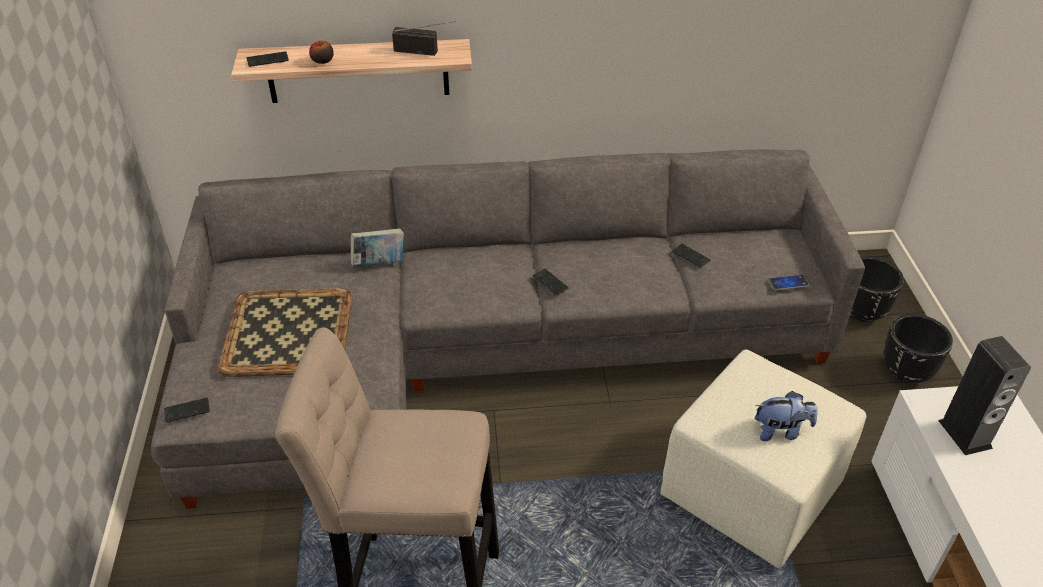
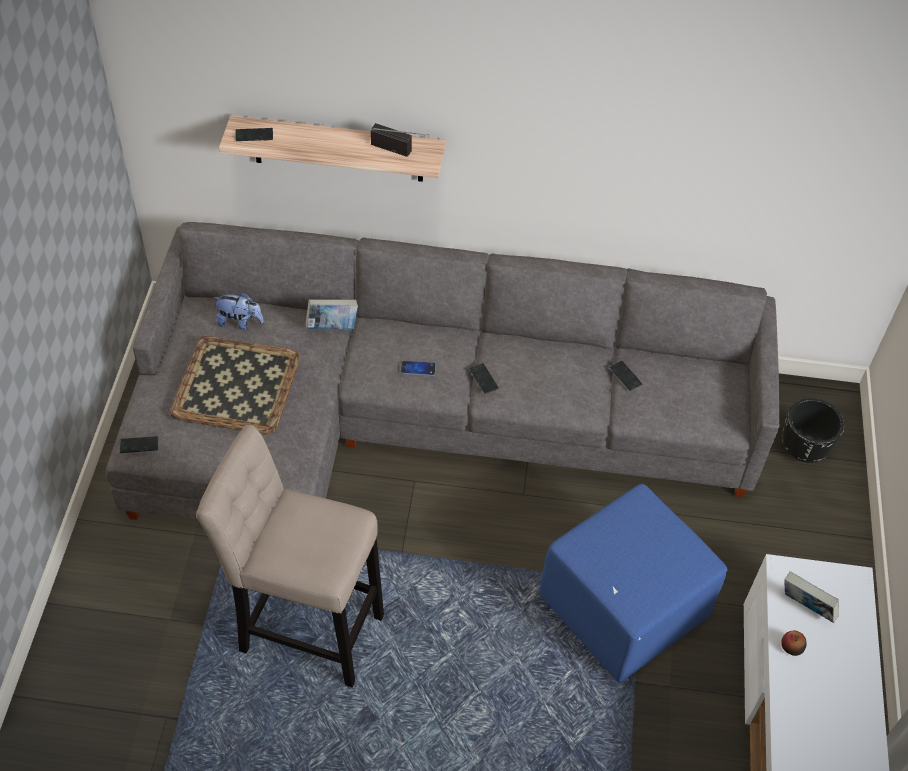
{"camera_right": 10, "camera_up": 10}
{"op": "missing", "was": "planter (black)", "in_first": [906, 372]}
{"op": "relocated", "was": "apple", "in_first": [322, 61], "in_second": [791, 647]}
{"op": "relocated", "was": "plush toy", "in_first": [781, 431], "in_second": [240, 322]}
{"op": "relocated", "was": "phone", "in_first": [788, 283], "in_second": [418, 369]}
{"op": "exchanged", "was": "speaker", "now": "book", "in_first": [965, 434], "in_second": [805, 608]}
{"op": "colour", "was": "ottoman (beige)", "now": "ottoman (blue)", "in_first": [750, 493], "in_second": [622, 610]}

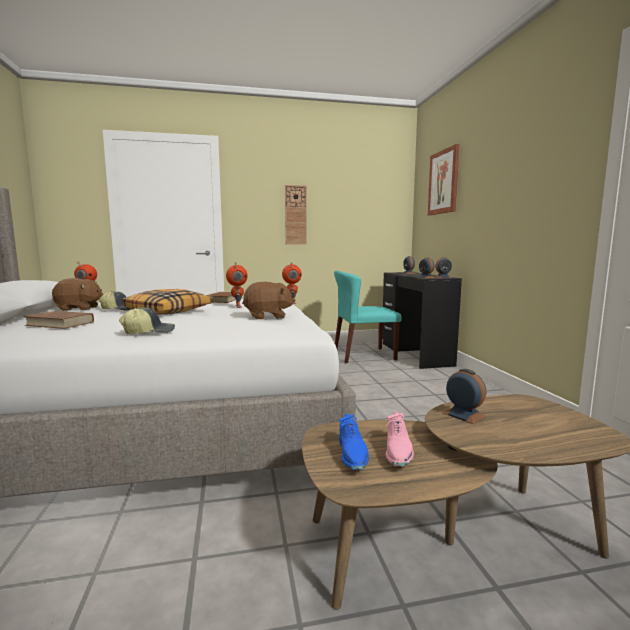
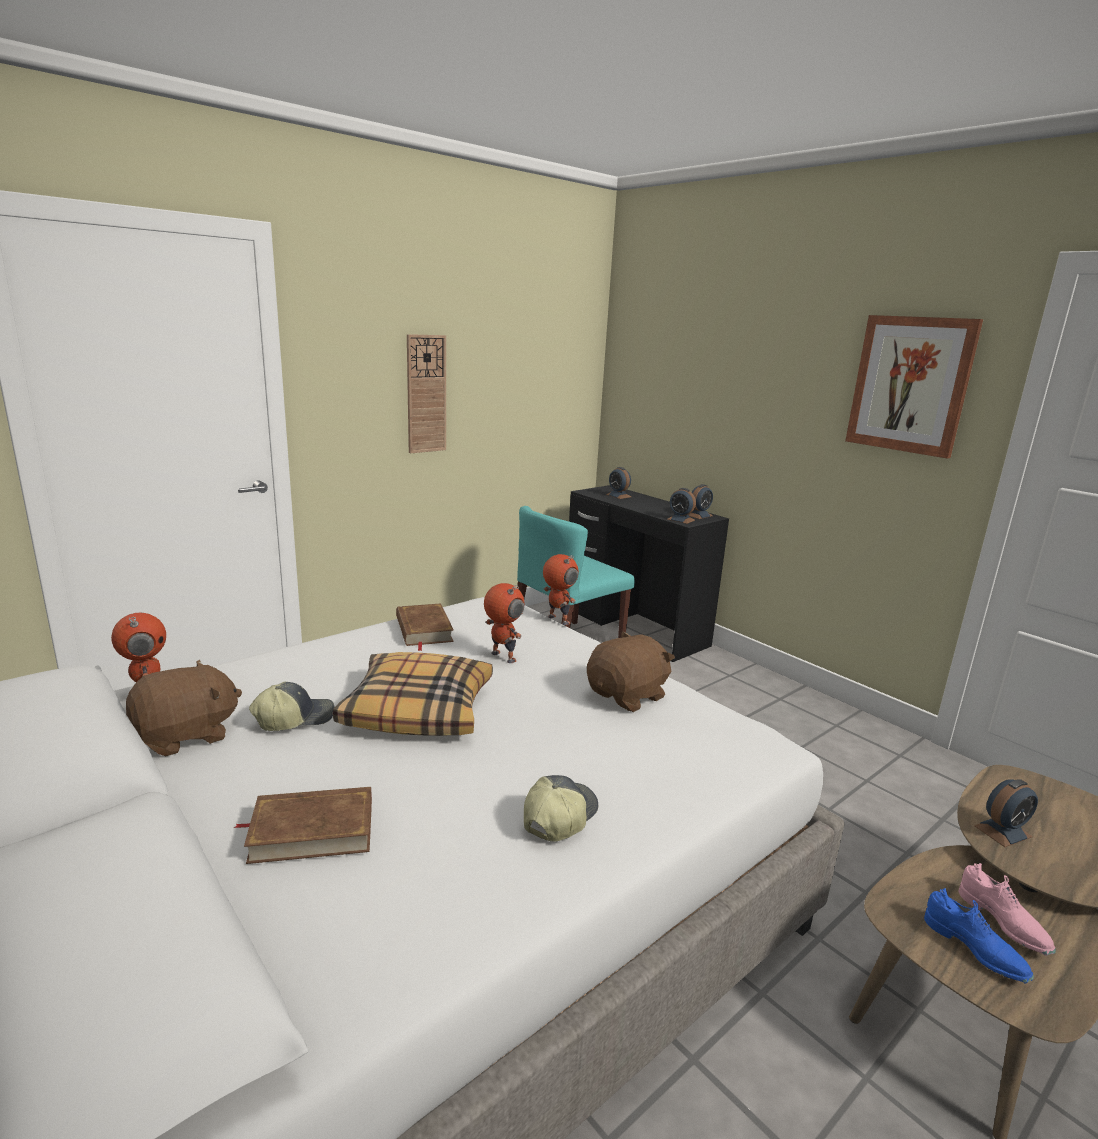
{"camera_right": -30, "camera_up": 10}
{"op": "relocated", "was": "picture", "in_first": [444, 182], "in_second": [910, 385]}
{"op": "spun", "was": "alarm clock", "in_first": [464, 415], "in_second": [1003, 831], "clockwise": 135}

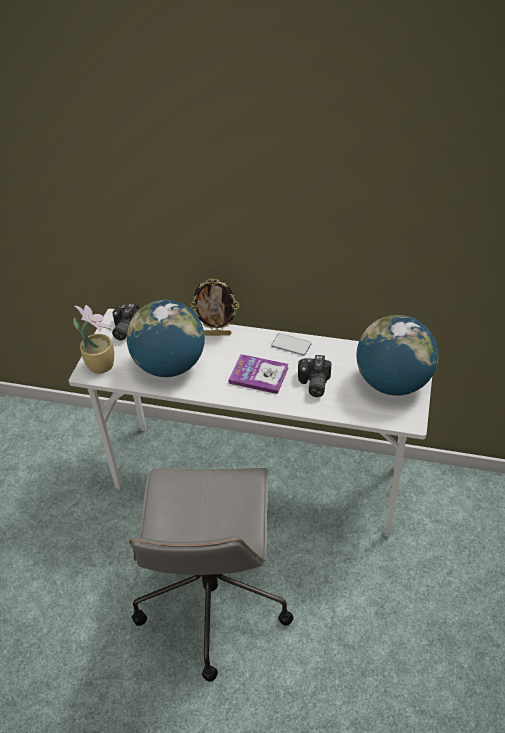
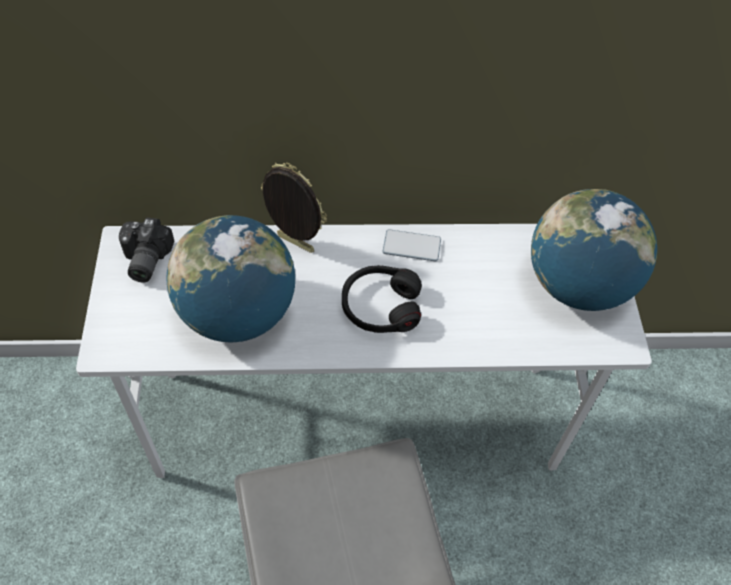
{"camera_right": -20, "camera_up": 10}
{"op": "missing", "was": "potted plant", "in_first": [101, 364]}
{"op": "missing", "was": "photo camera", "in_first": [313, 384]}
{"op": "exchanged", "was": "book", "now": "headphones (black)", "in_first": [258, 375], "in_second": [380, 306]}
{"op": "spun", "was": "picture frame", "in_first": [217, 334], "in_second": [294, 245], "clockwise": -135}

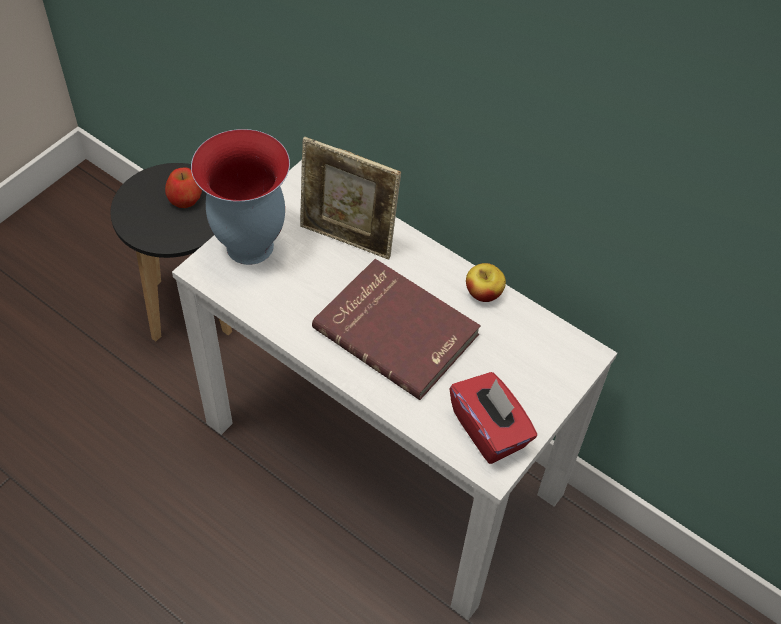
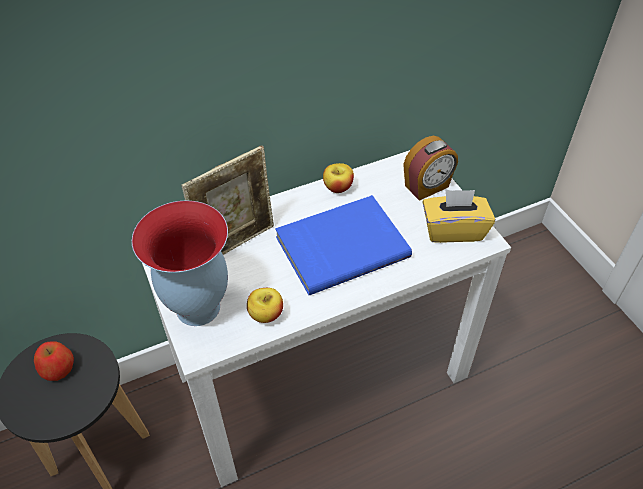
{"camera_right": -60, "camera_up": -5}
{"op": "appeared", "now": "apple", "in_second": [266, 314]}
{"op": "appeared", "now": "alarm clock", "in_second": [427, 187]}
{"op": "colour", "was": "book (red)", "now": "book (blue)", "in_first": [397, 330], "in_second": [341, 246]}
{"op": "colour", "was": "tissue box (red)", "now": "tissue box (yellow)", "in_first": [489, 430], "in_second": [453, 230]}

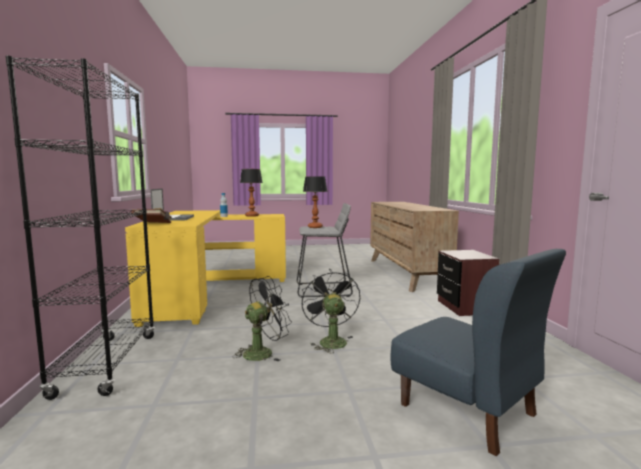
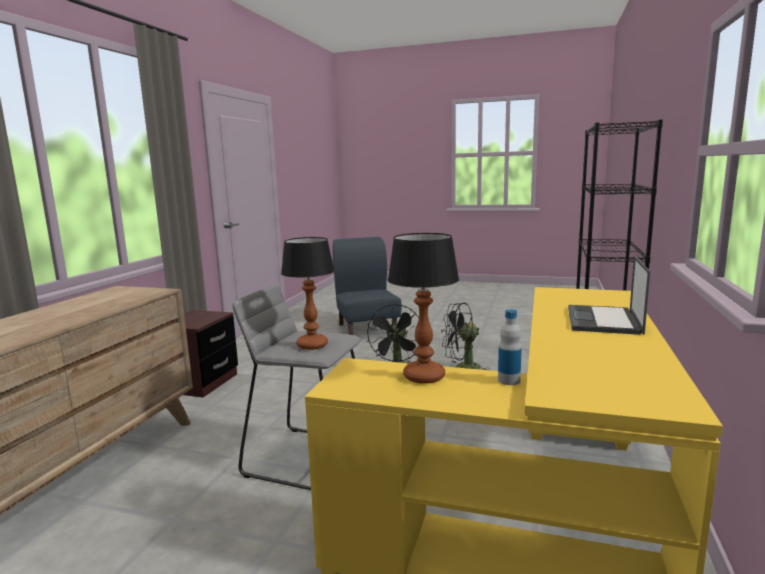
{"camera_right": -155, "camera_up": 5}
{"op": "missing", "was": "book (brown)", "in_first": [154, 225]}

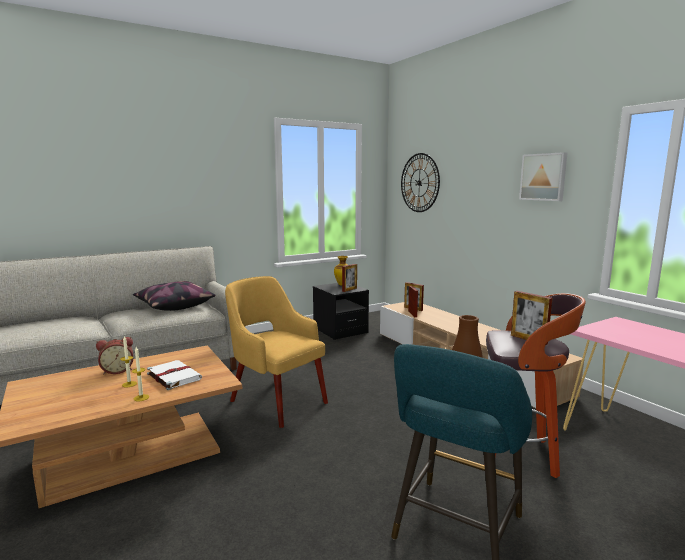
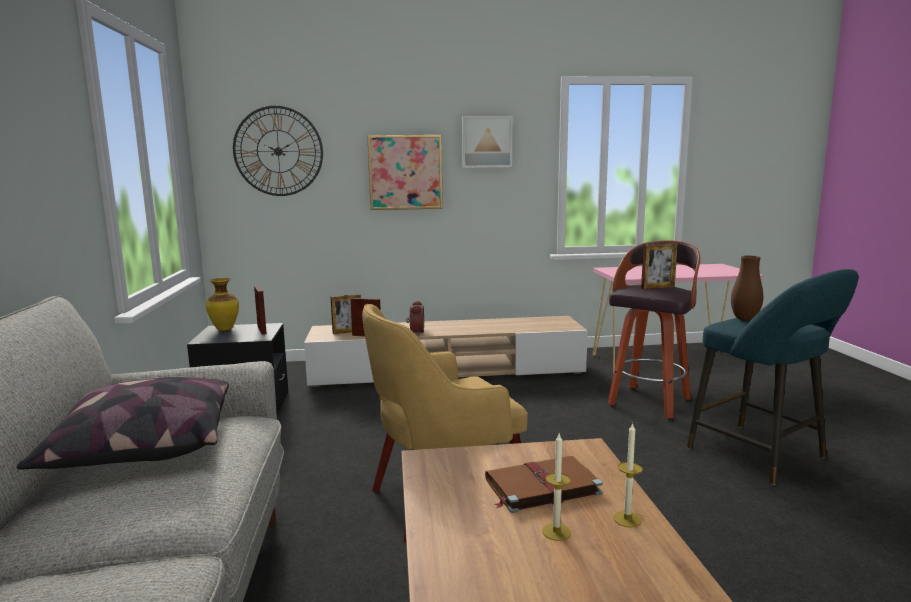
{"camera_right": -65, "camera_up": 0}
{"op": "appeared", "now": "picture", "in_second": [405, 172]}
{"op": "relocated", "was": "alarm clock", "in_first": [117, 370], "in_second": [415, 332]}
{"op": "colour", "was": "book (white)", "now": "book (brown)", "in_first": [173, 376], "in_second": [540, 487]}

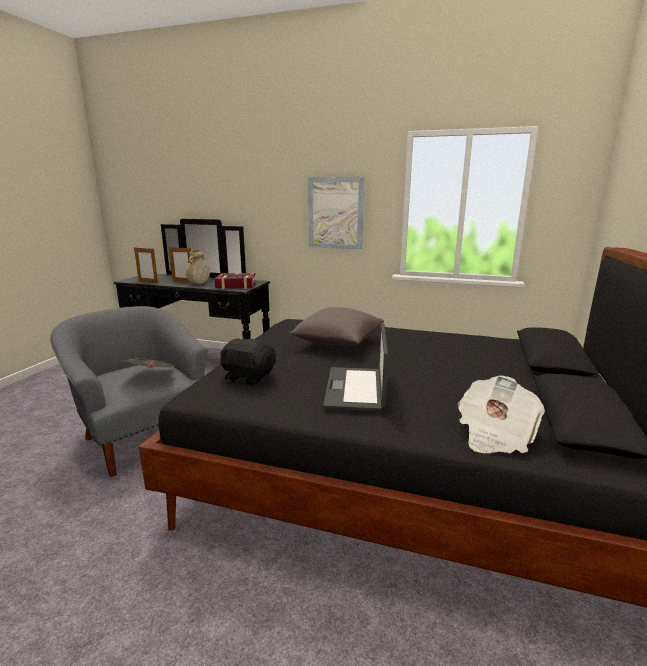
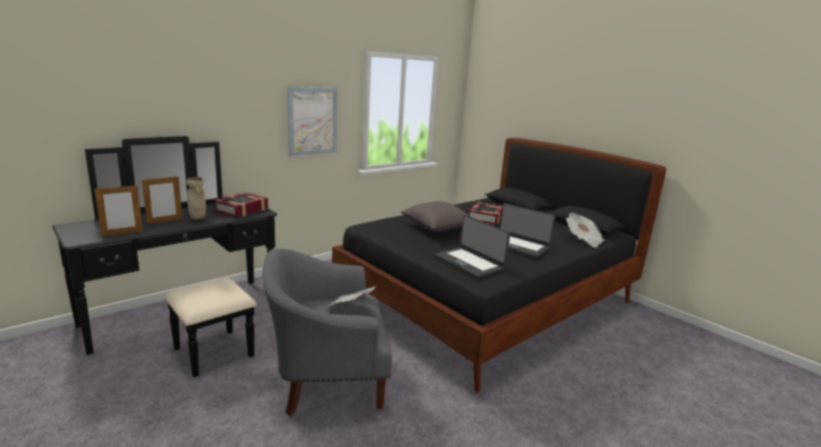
{"camera_right": -60, "camera_up": 0}
{"op": "appeared", "now": "book", "in_second": [486, 217]}
{"op": "exchanged", "was": "plush toy (black)", "now": "laptop", "in_first": [248, 376], "in_second": [469, 262]}

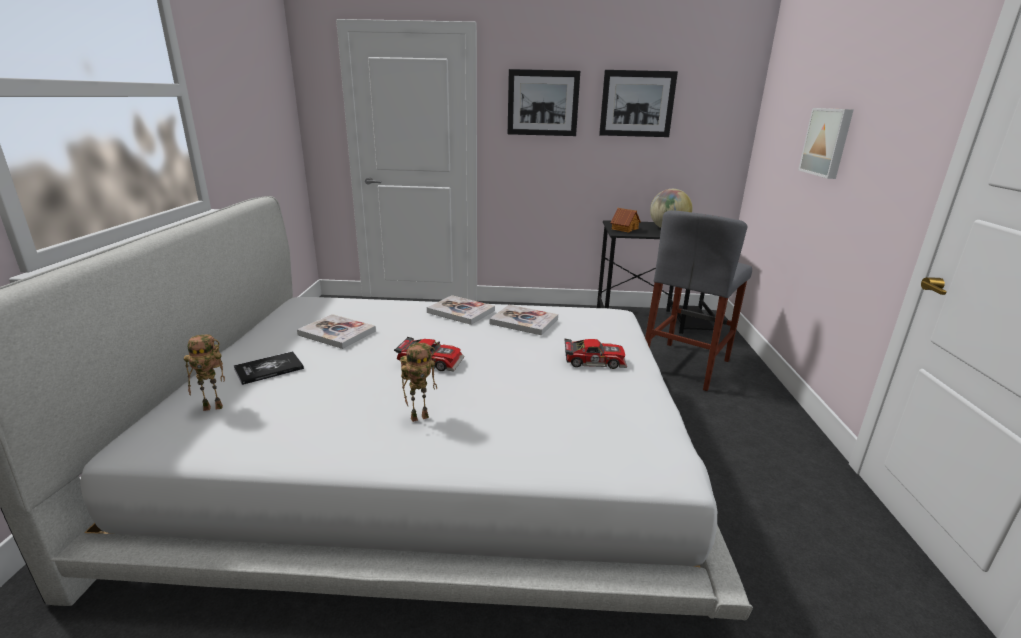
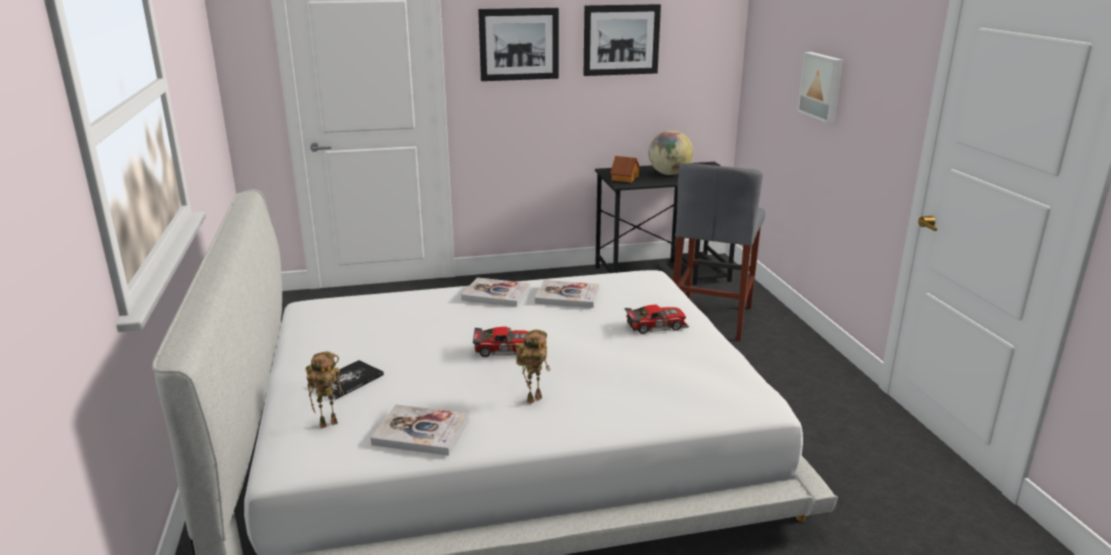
{"camera_right": -15, "camera_up": 0}
{"op": "relocated", "was": "book", "in_first": [337, 333], "in_second": [421, 432]}

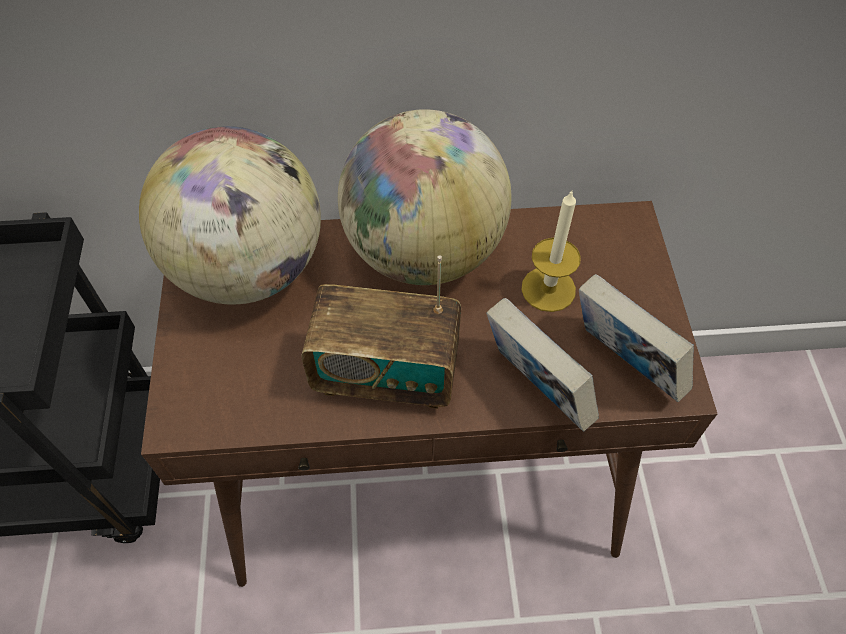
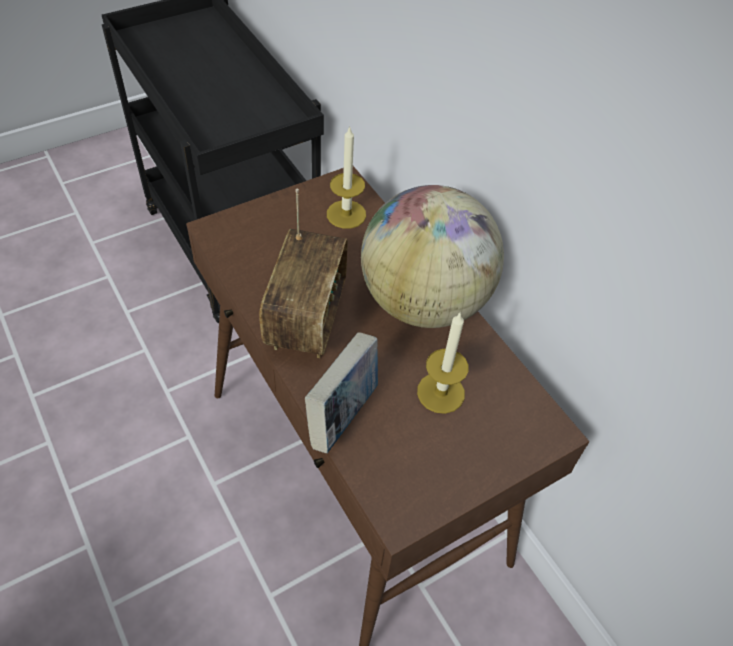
{"camera_right": 60, "camera_up": -5}
{"op": "missing", "was": "book", "in_first": [623, 363]}
{"op": "exchanged", "was": "globe", "now": "candle", "in_first": [249, 268], "in_second": [346, 214]}
{"op": "spun", "was": "radio", "in_first": [386, 373], "in_second": [306, 318], "clockwise": -150}

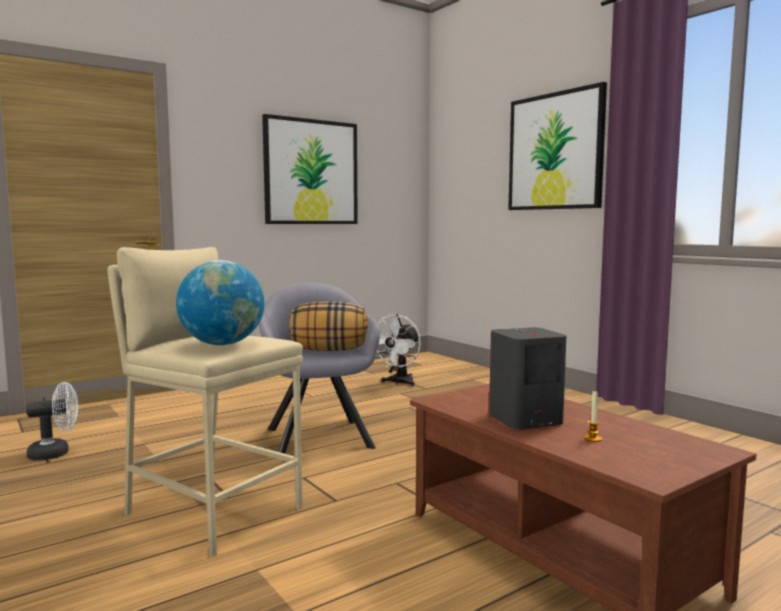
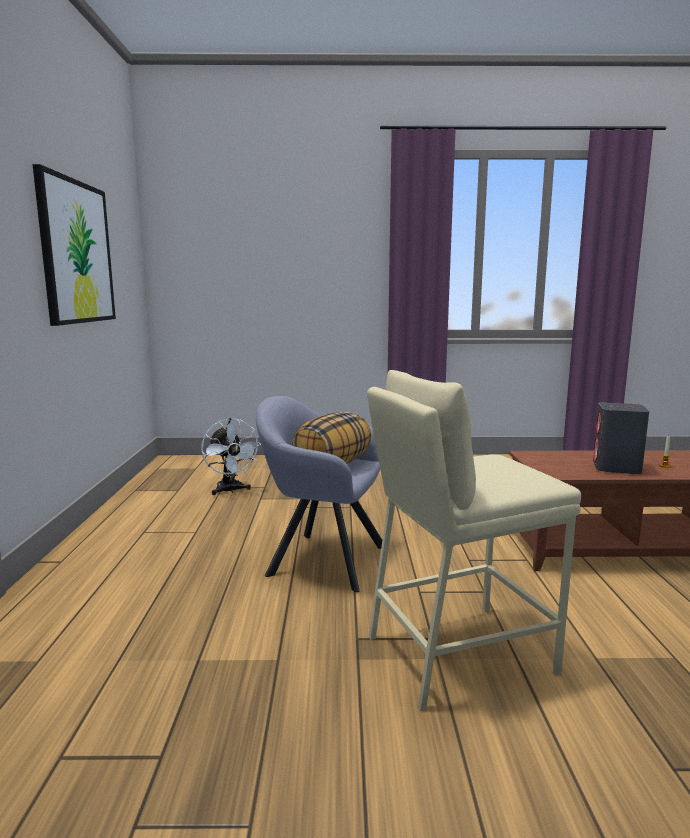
{"camera_right": -55, "camera_up": 5}
{"op": "missing", "was": "fan (white)", "in_first": [56, 453]}
{"op": "missing", "was": "globe", "in_first": [222, 344]}
{"op": "missing", "was": "picture", "in_first": [555, 151]}

